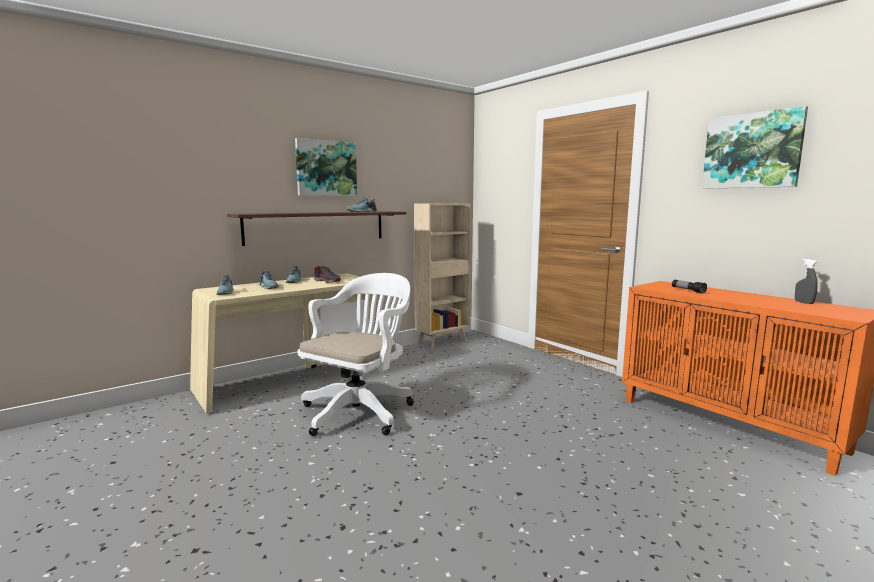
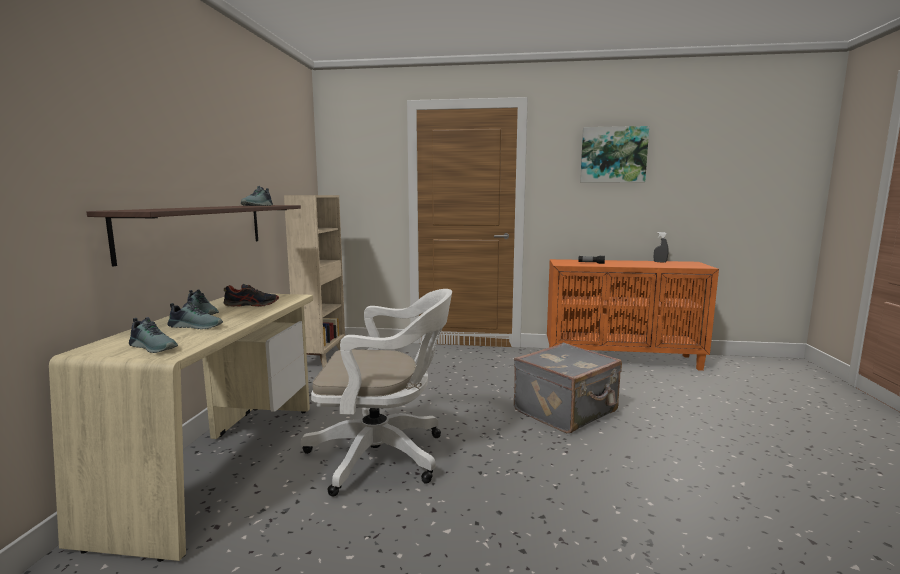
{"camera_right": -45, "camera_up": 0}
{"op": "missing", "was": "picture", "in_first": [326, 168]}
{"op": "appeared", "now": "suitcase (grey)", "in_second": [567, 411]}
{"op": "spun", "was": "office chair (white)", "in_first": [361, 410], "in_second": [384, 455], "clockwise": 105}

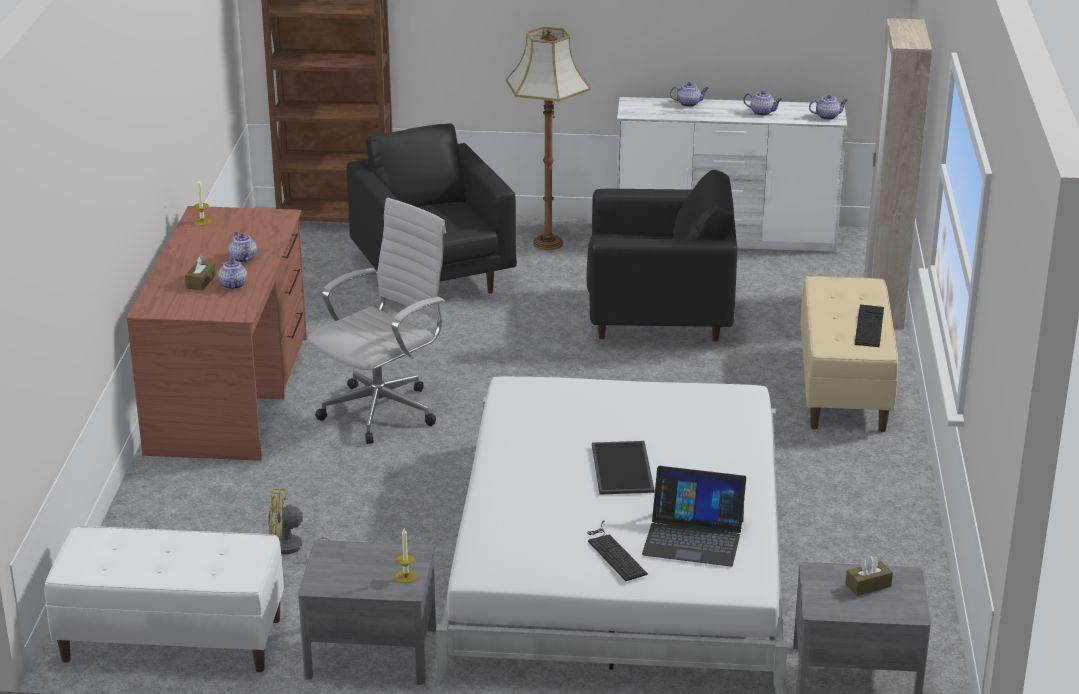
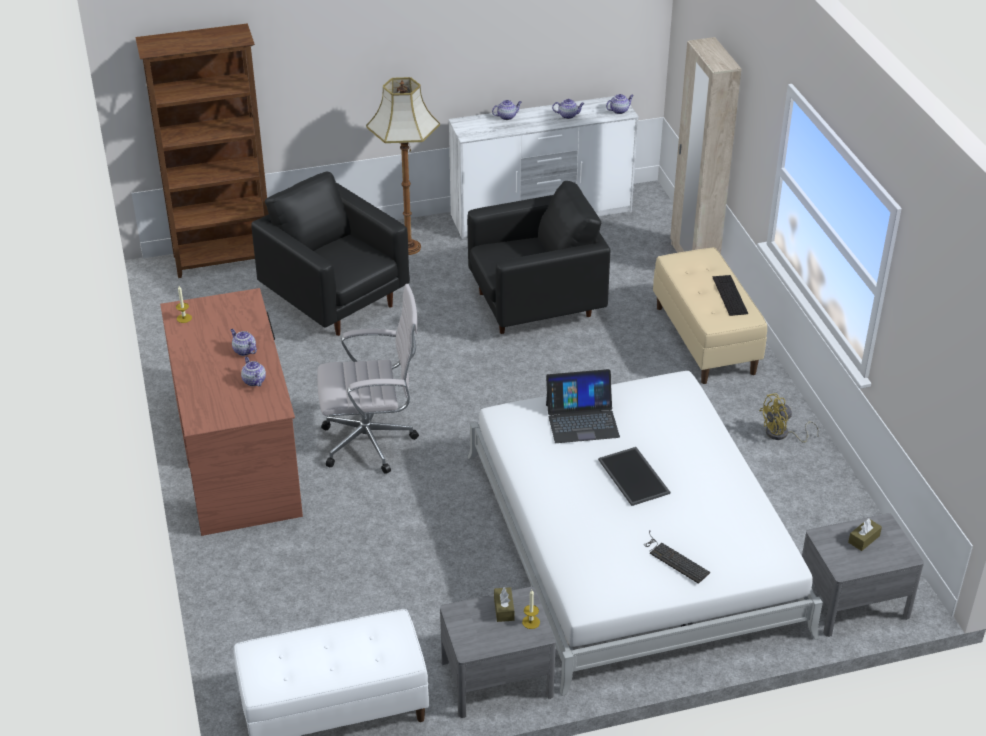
{"camera_right": -20, "camera_up": 10}
{"op": "relocated", "was": "tissue box (brown)", "in_first": [201, 282], "in_second": [504, 609]}
{"op": "relocated", "was": "fan (yellow)", "in_first": [292, 549], "in_second": [782, 435]}
{"op": "relocated", "was": "laptop", "in_first": [693, 537], "in_second": [582, 420]}
{"op": "spun", "was": "office chair (white)", "in_first": [384, 410], "in_second": [372, 442], "clockwise": 60}

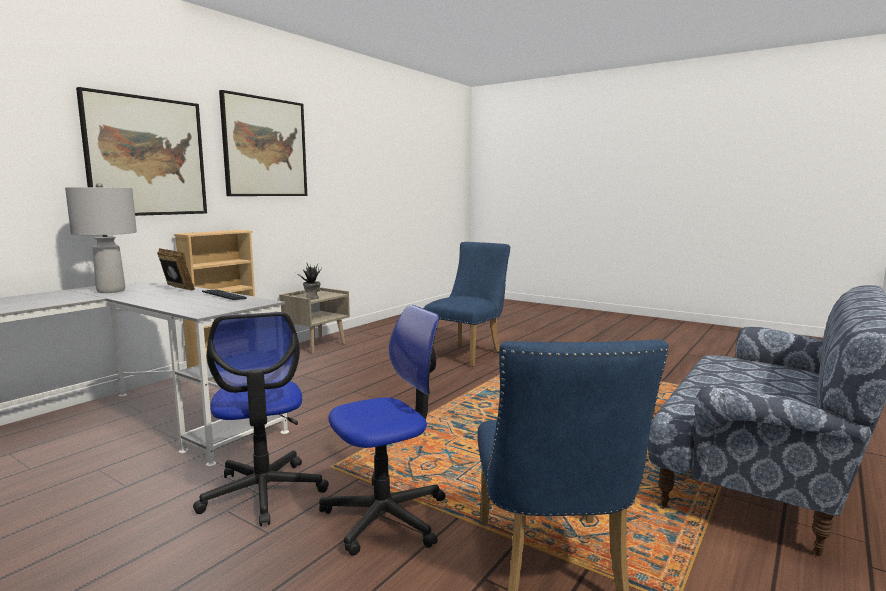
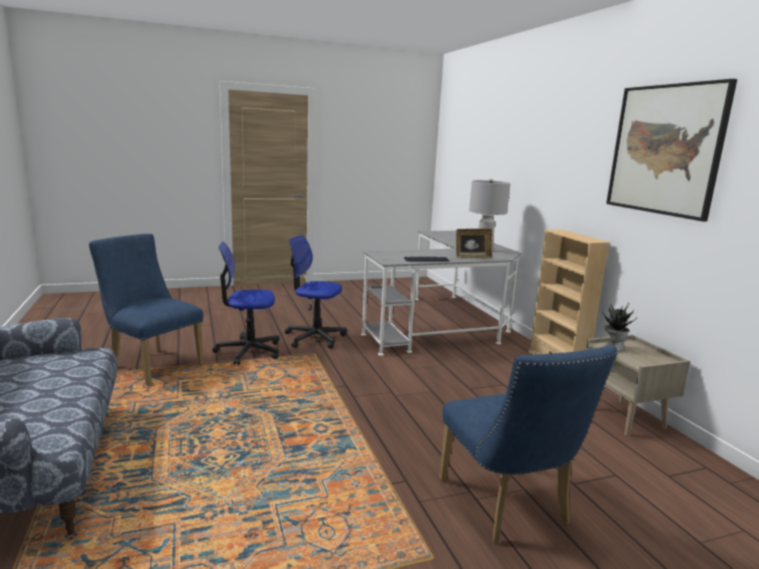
{"camera_right": 125, "camera_up": 5}
{"op": "missing", "was": "picture", "in_first": [146, 156]}
{"op": "spun", "was": "office chair", "in_first": [385, 516], "in_second": [248, 351], "clockwise": 75}

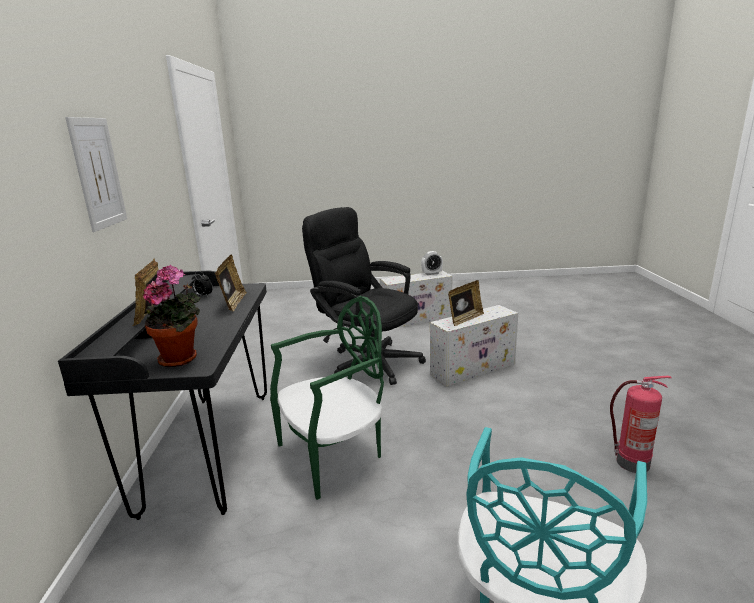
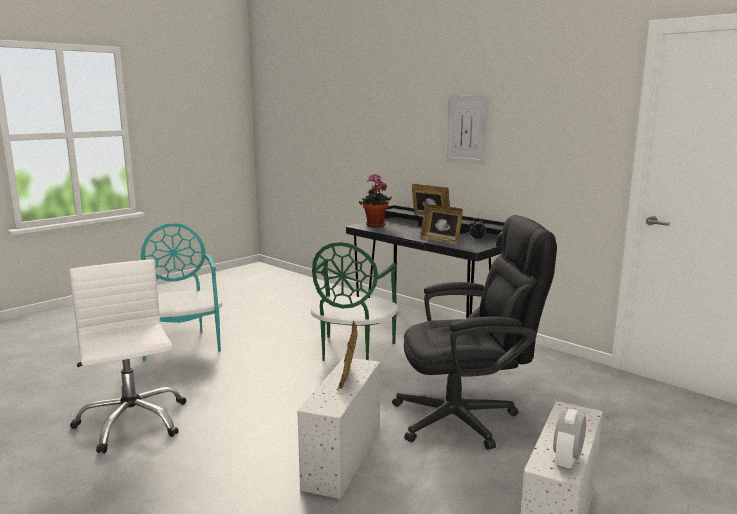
{"camera_right": 135, "camera_up": -5}
{"op": "exchanged", "was": "fire extinguisher", "now": "office chair (white)", "in_first": [631, 463], "in_second": [132, 422]}

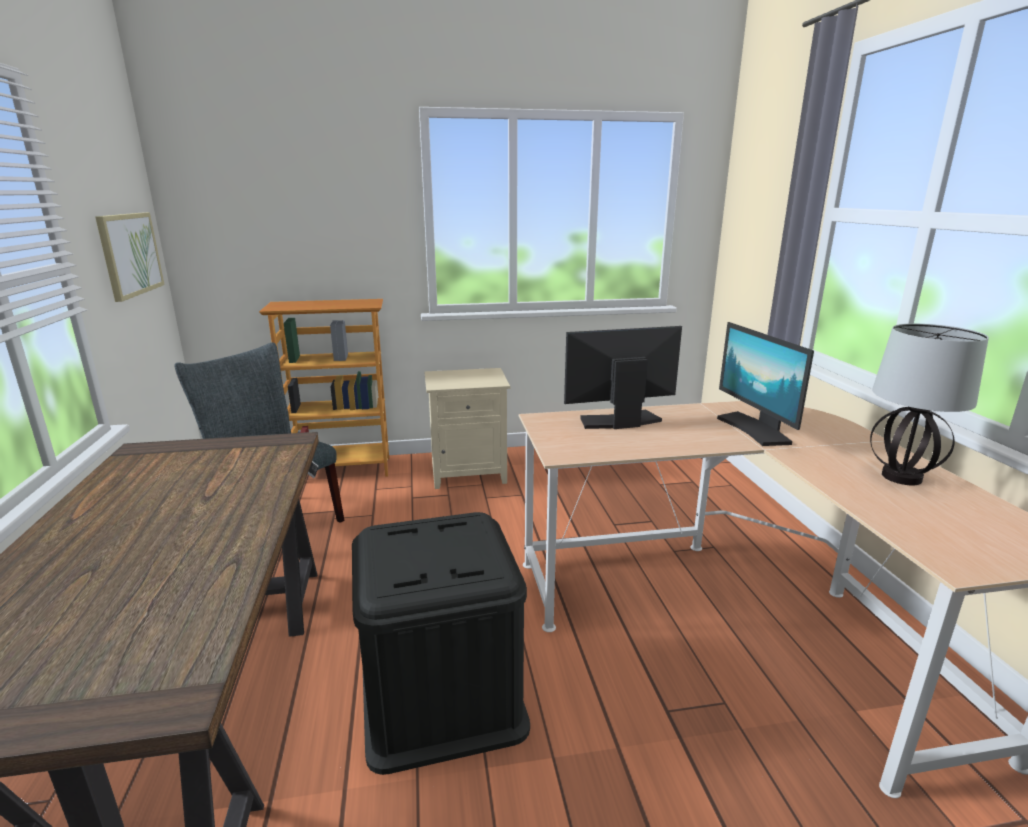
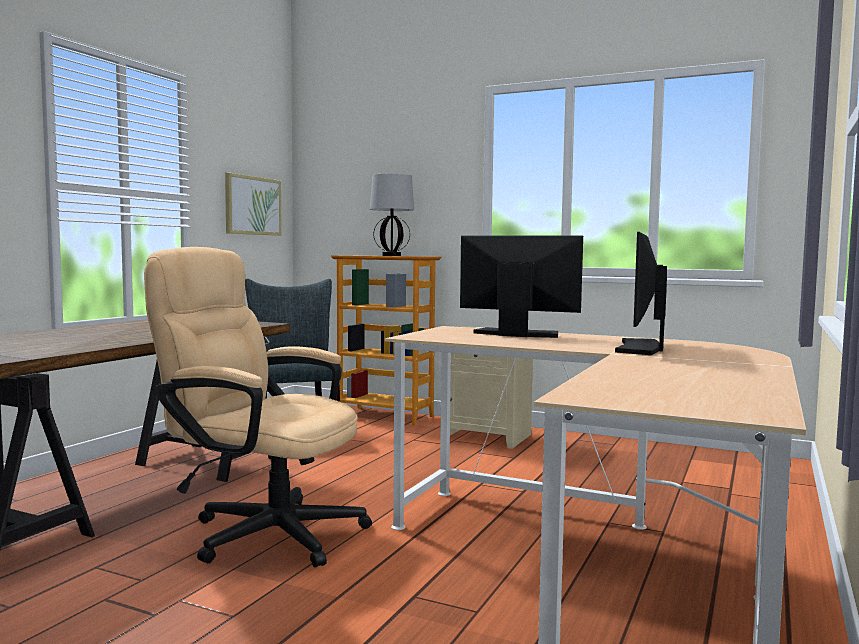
{"camera_right": 35, "camera_up": -15}
{"op": "relocated", "was": "table lamp", "in_first": [902, 478], "in_second": [391, 255]}
{"op": "exchanged", "was": "storage box (black)", "now": "office chair (beige)", "in_first": [441, 694], "in_second": [262, 531]}

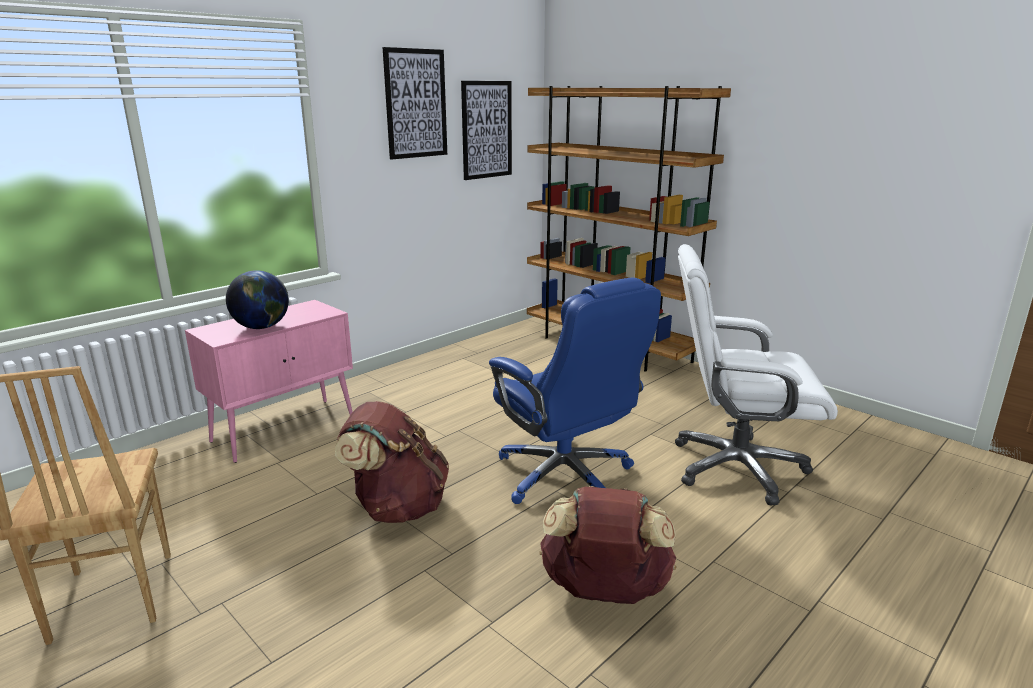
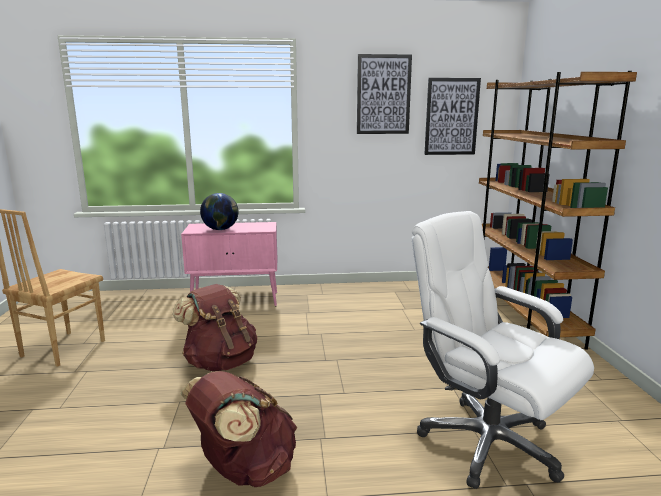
{"camera_right": 40, "camera_up": -5}
{"op": "missing", "was": "office chair (blue)", "in_first": [566, 476]}

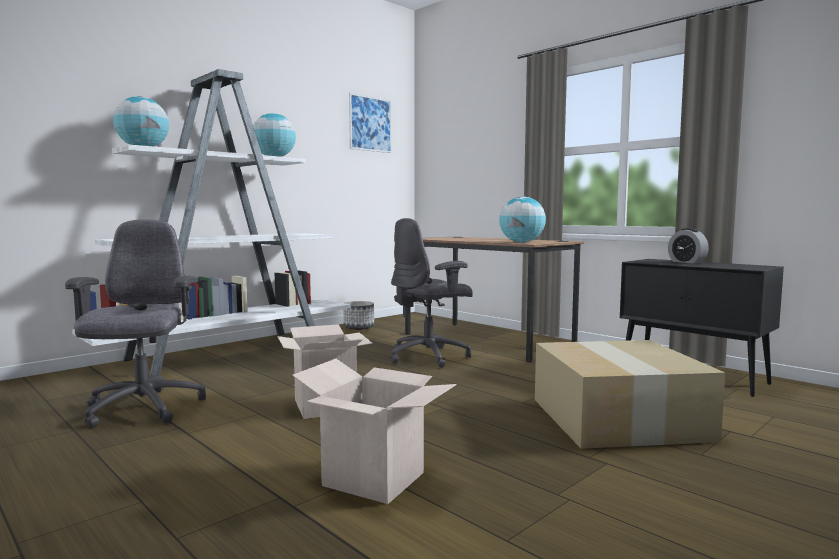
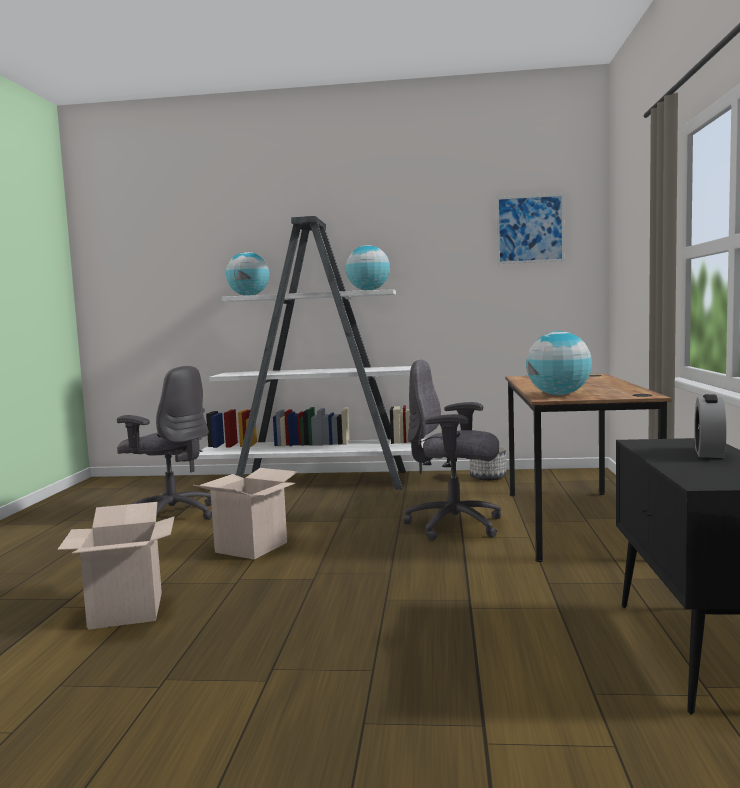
{"camera_right": 50, "camera_up": 0}
{"op": "missing", "was": "cardboard box", "in_first": [615, 418]}
{"op": "spun", "was": "office chair (grey)", "in_first": [142, 409], "in_second": [172, 515], "clockwise": 75}

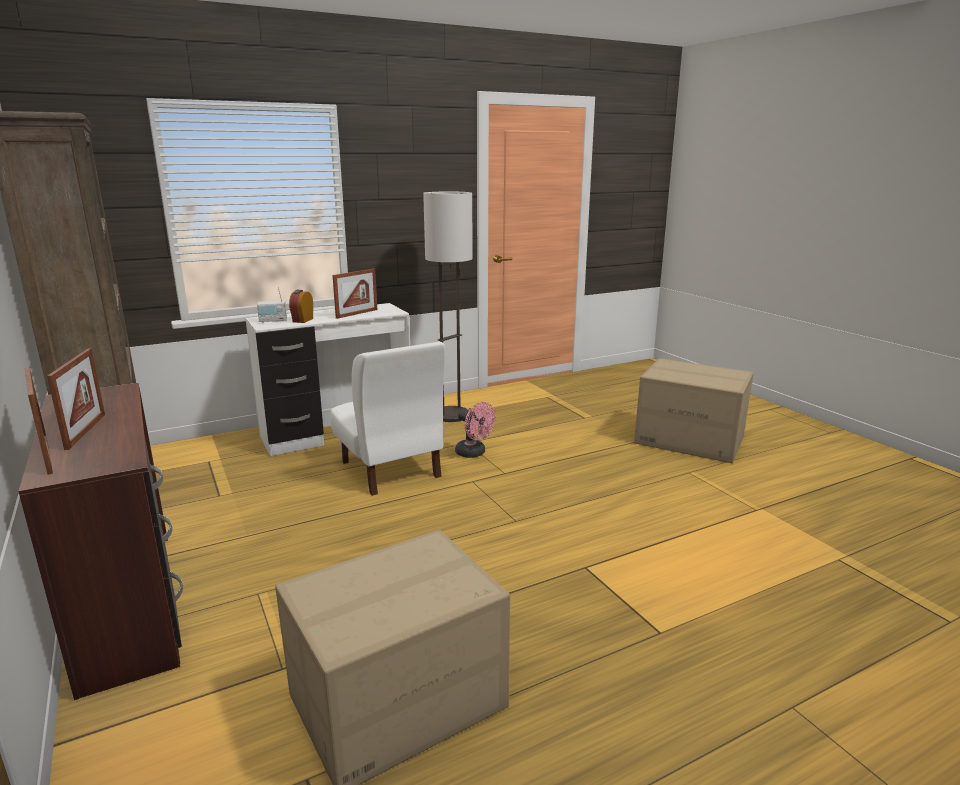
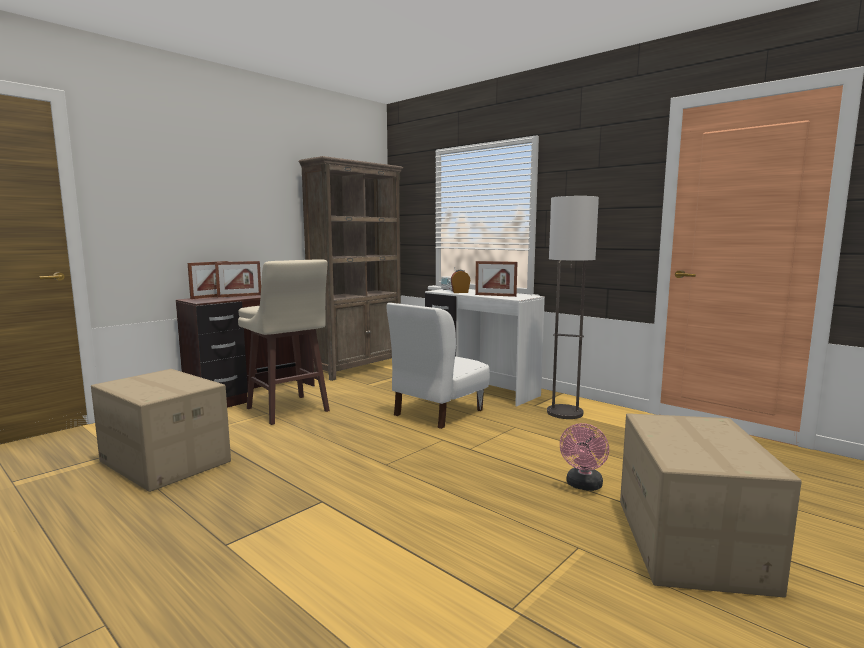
{"camera_right": 70, "camera_up": -10}
{"op": "appeared", "now": "stool (beige)", "in_second": [288, 410]}
{"op": "relocated", "was": "fan (pink)", "in_first": [474, 453], "in_second": [583, 486]}

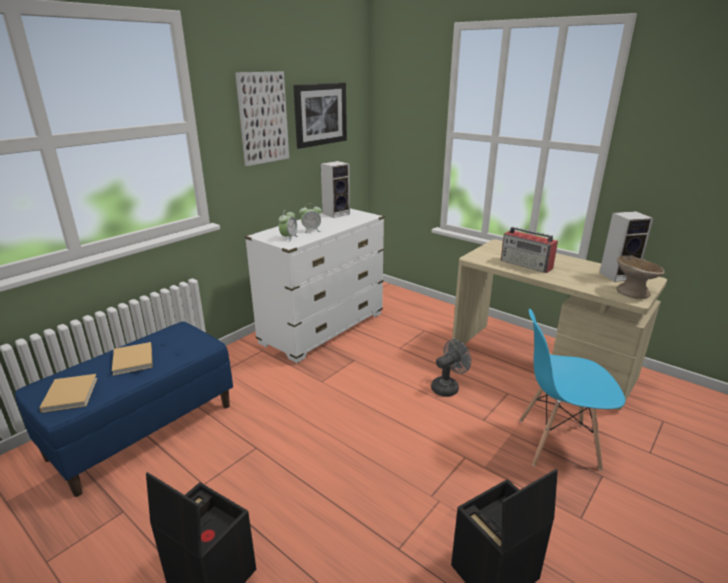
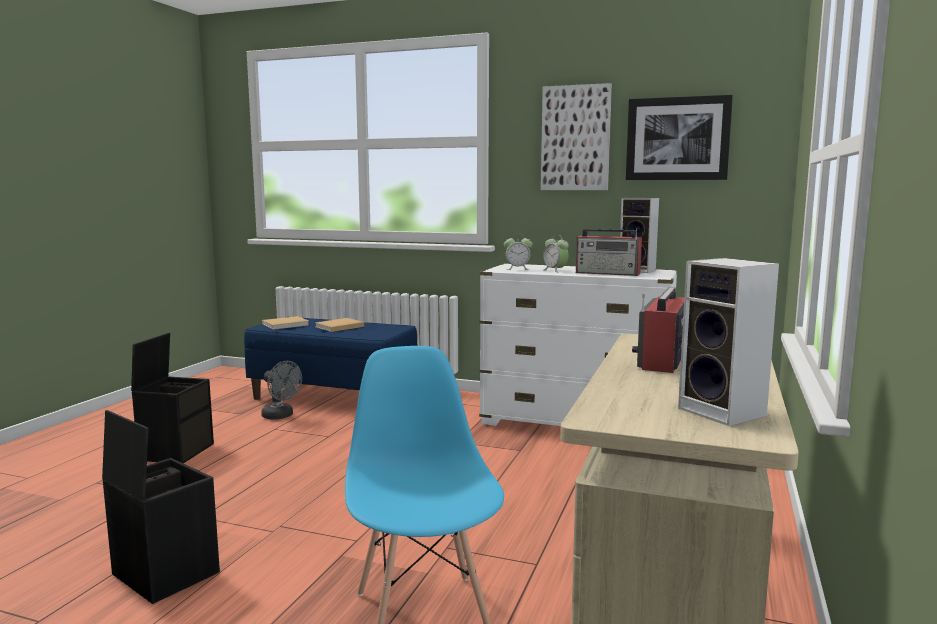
{"camera_right": 70, "camera_up": -15}
{"op": "missing", "was": "bowl (beige)", "in_first": [632, 292]}
{"op": "appeared", "now": "radio", "in_second": [608, 273]}
{"op": "relocated", "was": "fan (grey)", "in_first": [448, 387], "in_second": [281, 416]}

